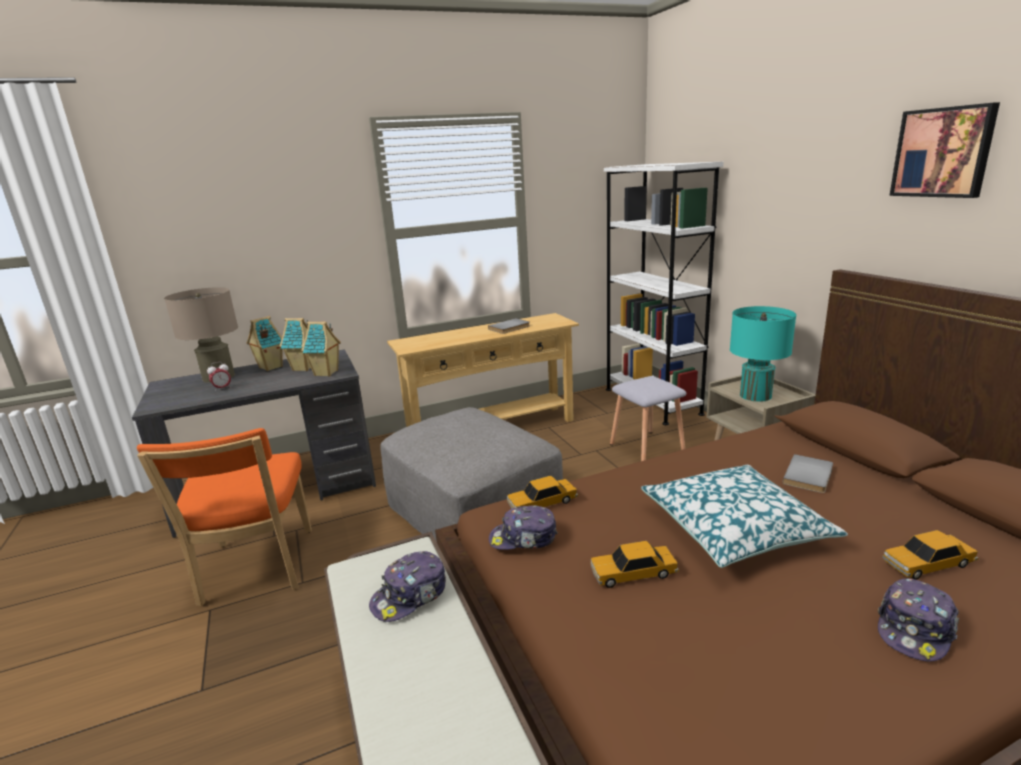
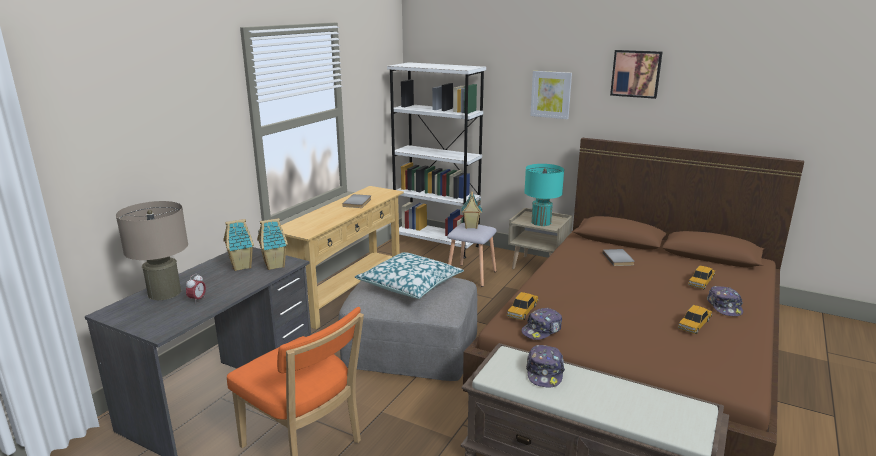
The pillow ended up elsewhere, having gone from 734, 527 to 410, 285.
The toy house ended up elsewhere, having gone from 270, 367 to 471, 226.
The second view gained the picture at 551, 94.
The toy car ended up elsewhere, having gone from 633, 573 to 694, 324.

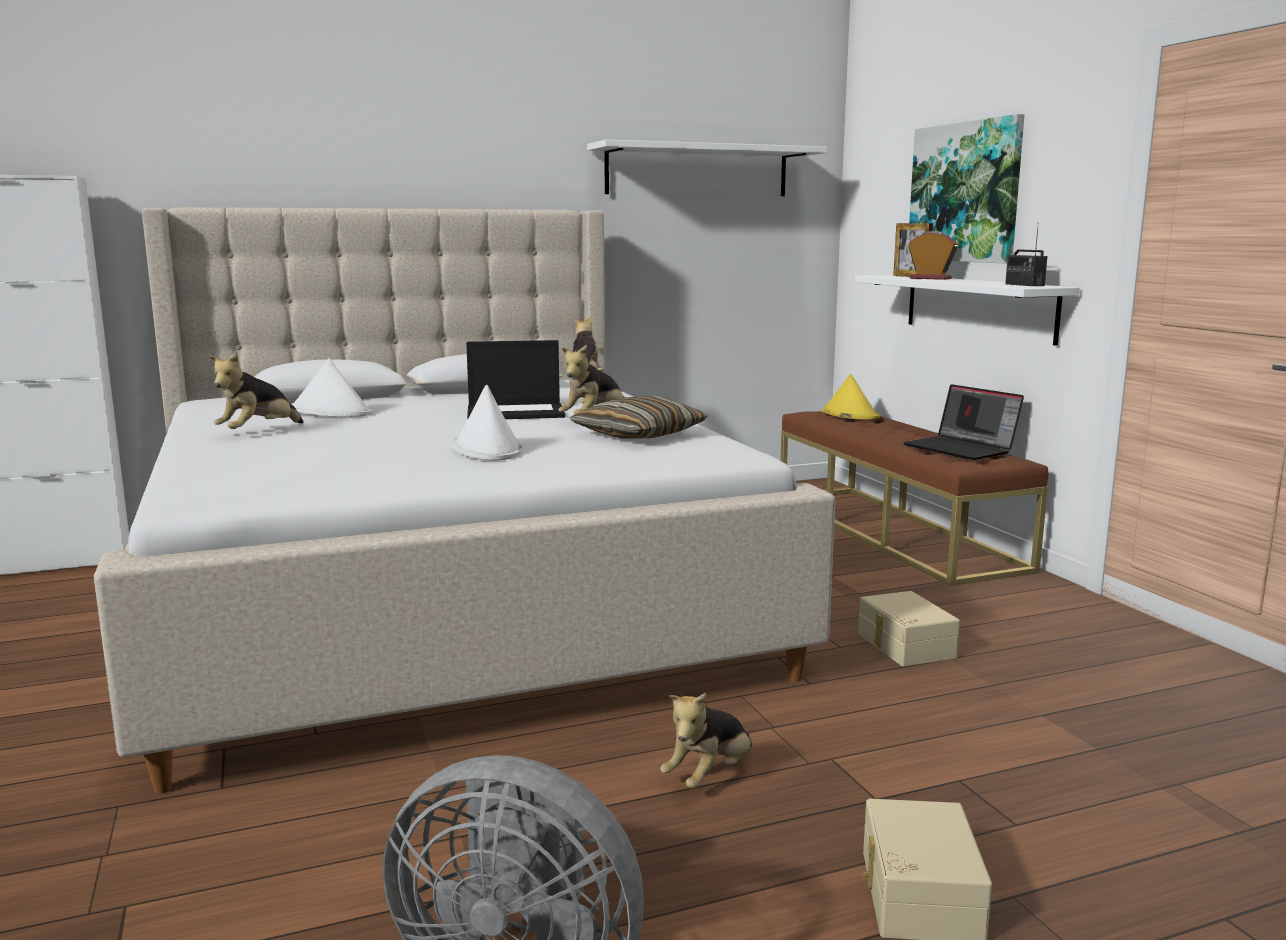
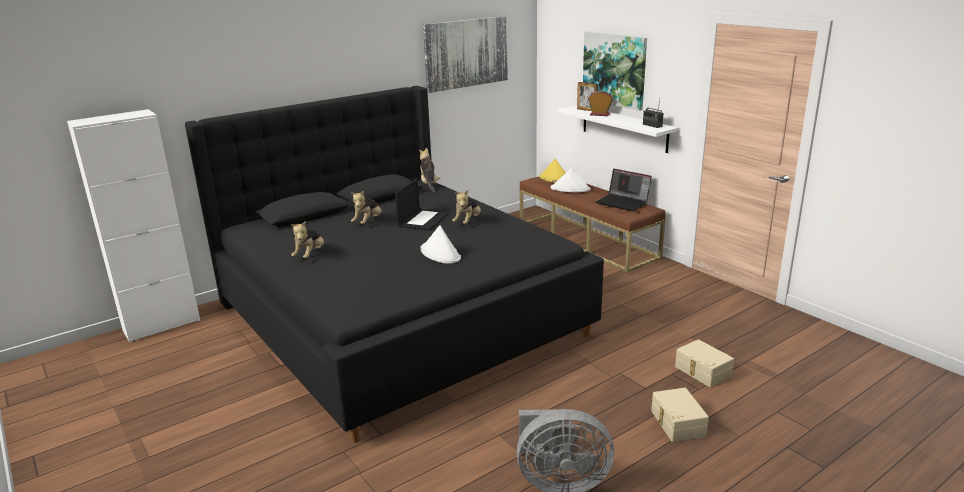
What was the beige bed at 447, 600 turned into the black bed at 398, 318.
The plush toy ended up elsewhere, having gone from 709, 776 to 368, 222.
The laptop at 516, 412 ended up facing another way, 45 degrees counterclockwise from before.
Where the white shelf hung at 697, 171, the picture came to hang at 466, 53.
The white hat ended up elsewhere, having gone from 331, 412 to 570, 189.
The beige storage box ended up elsewhere, having gone from 904, 646 to 702, 372.
The second view lost the pillow at 639, 435.

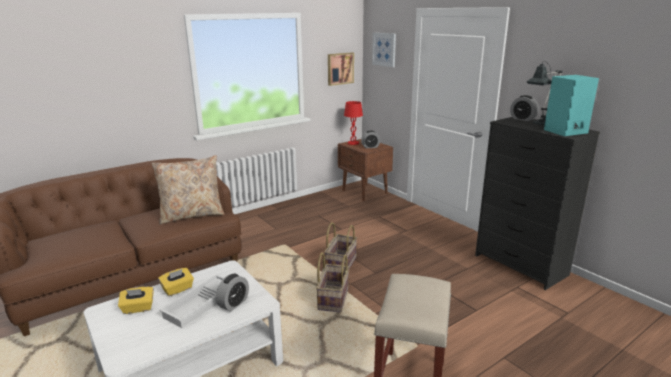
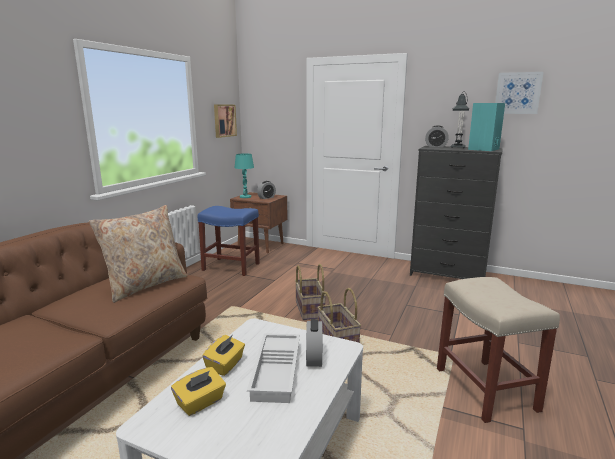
The second view gained the blue stool at 232, 267.
What was the red table lamp at 353, 143 turned into the turquoise table lamp at 245, 197.
The picture ended up elsewhere, having gone from 384, 49 to 517, 93.

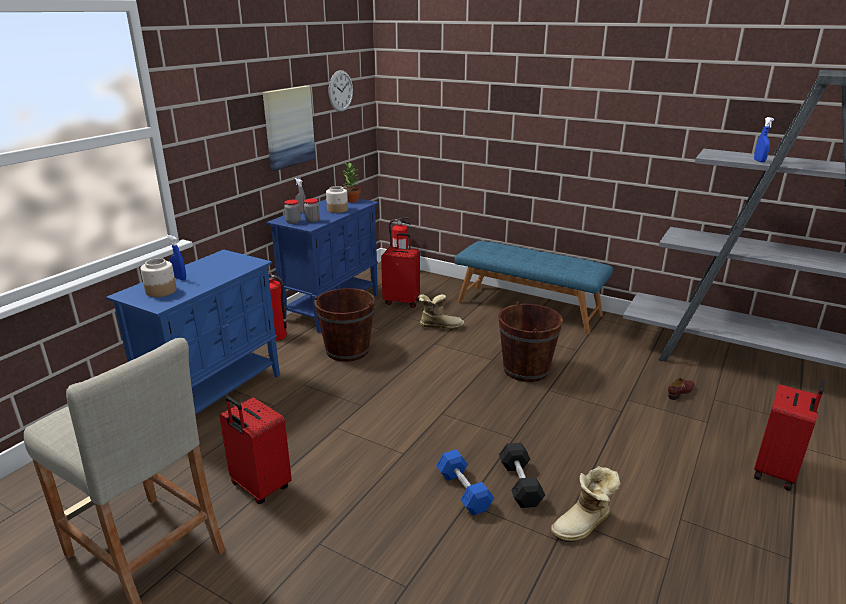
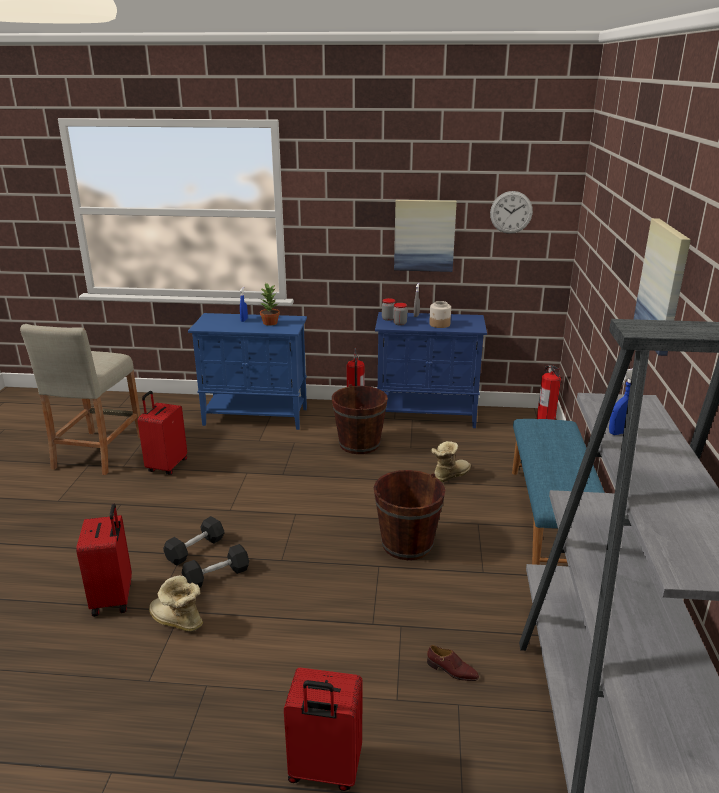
The red suitcase ended up elsewhere, having gone from 402, 301 to 114, 598.
What was the blue dumbbell at 463, 491 turned into the black dumbbell at 195, 549.
The potted plant ended up elsewhere, having gone from 351, 200 to 270, 323.
The boot at 440, 326 ended up facing another way, 105 degrees counterclockwise from before.
The second view gained the picture at 663, 285.
The second view lost the jar at 160, 291.

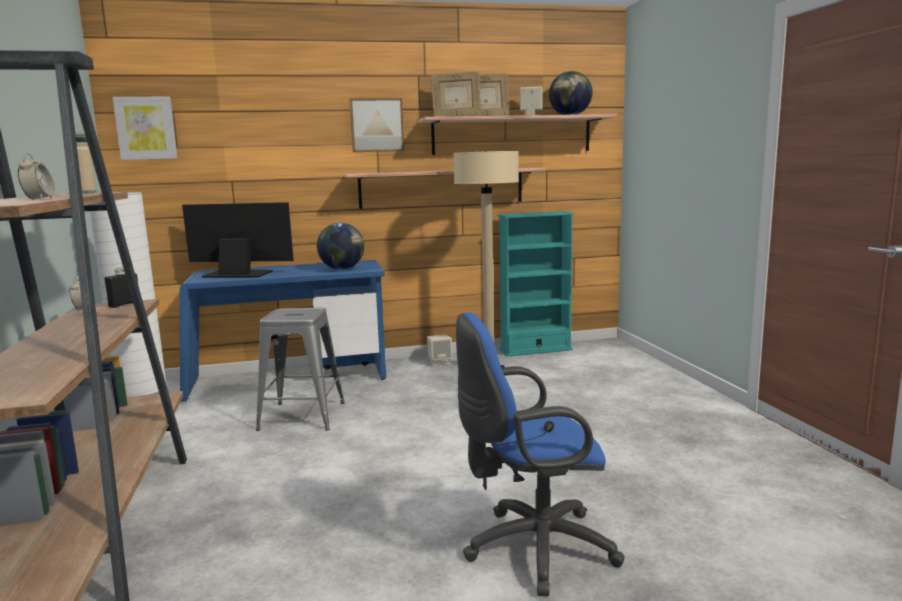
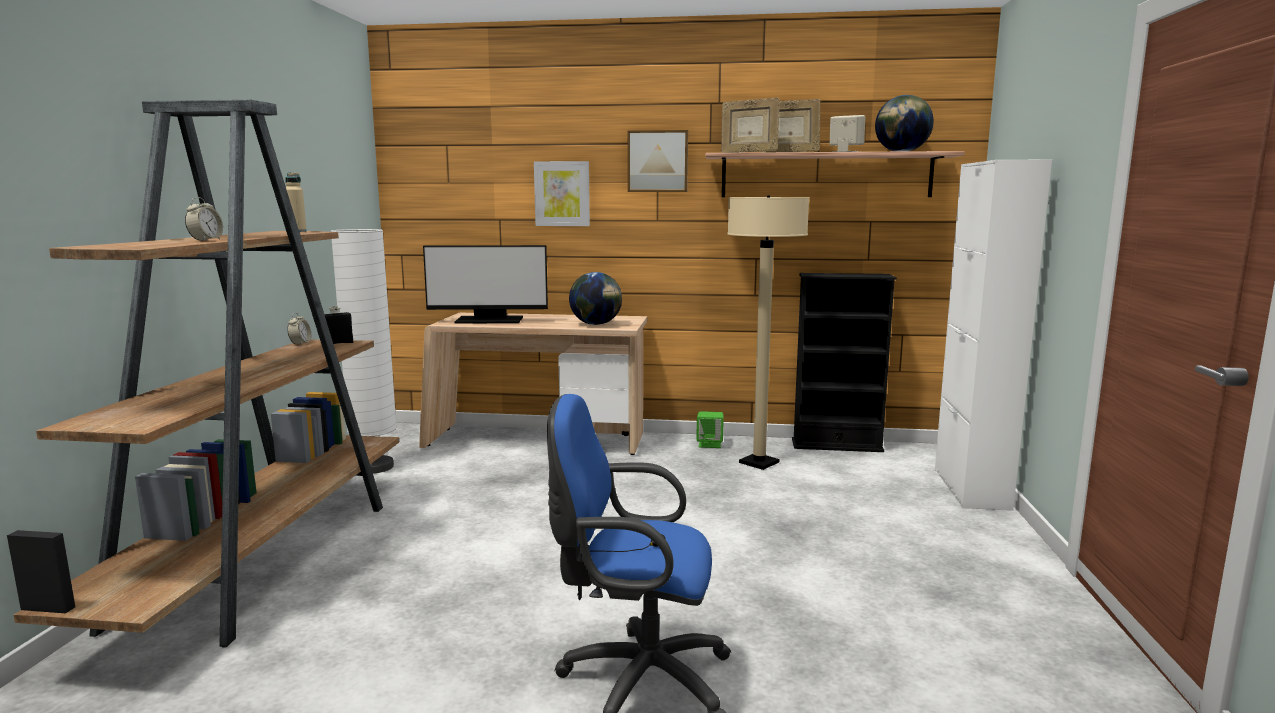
What was the blue desk at 289, 380 turned into the beige desk at 537, 441.
The monitor at 238, 274 ended up facing another way, 150 degrees clockwise from before.
The picture ended up elsewhere, having gone from 146, 128 to 562, 194.
What was the beige speaker at 440, 362 turned into the green speaker at 710, 444.
What was the turquoise bookcase at 535, 350 turned into the black bookcase at 836, 445.
The second view gained the white cabinet at 971, 489.
The second view lost the grey stool at 303, 416.
The second view lost the shelf at 442, 188.

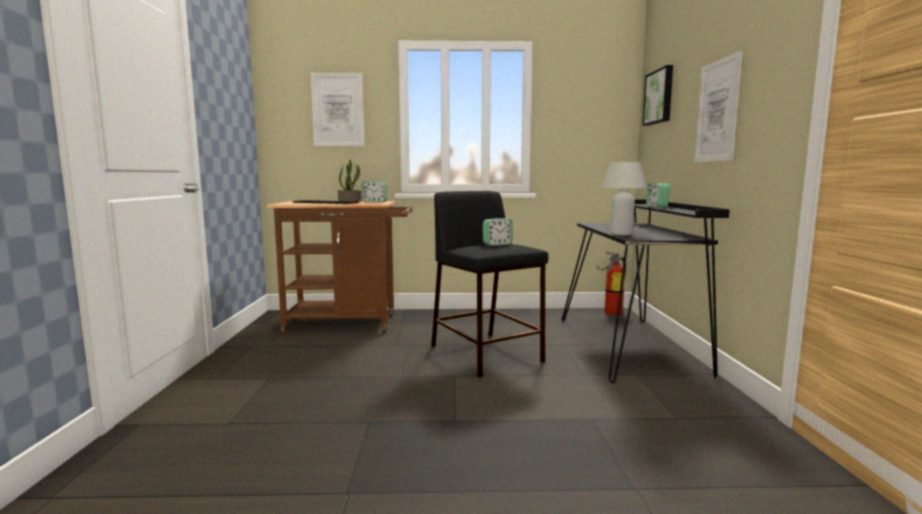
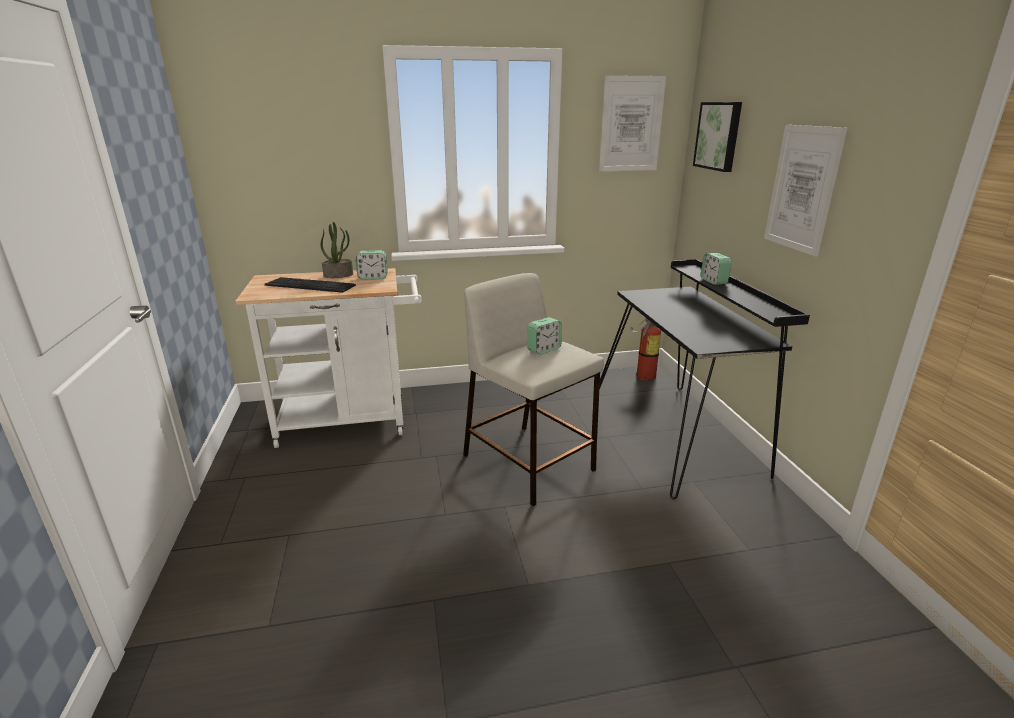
What was the brown cart at 348, 323 turned into the white cart at 352, 421.
What was the black stool at 487, 354 turned into the beige stool at 529, 463.
The picture ended up elsewhere, having gone from 338, 110 to 631, 124.
The second view lost the white table lamp at 621, 234.

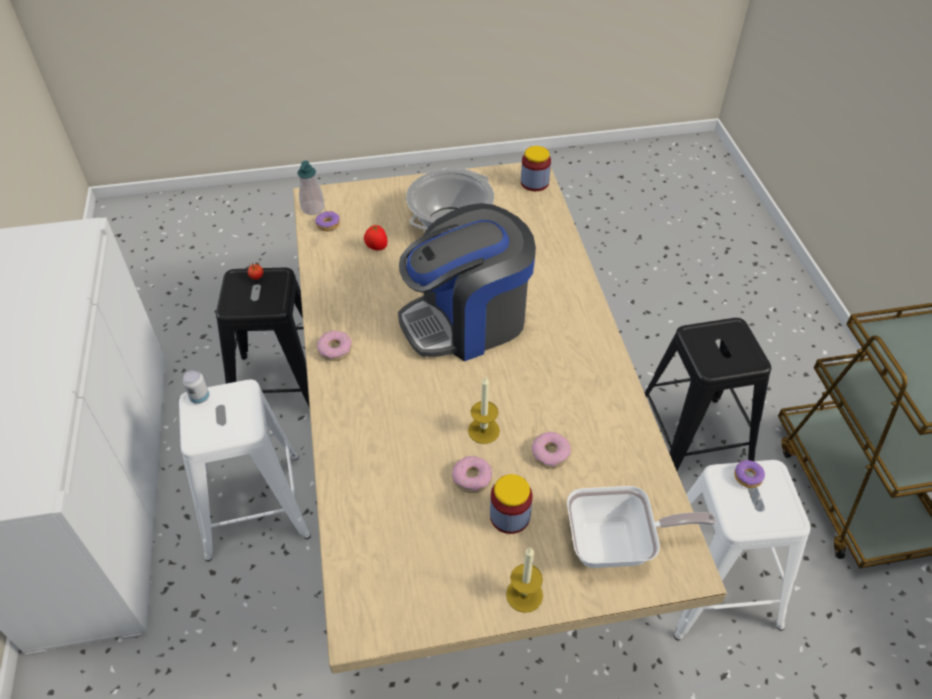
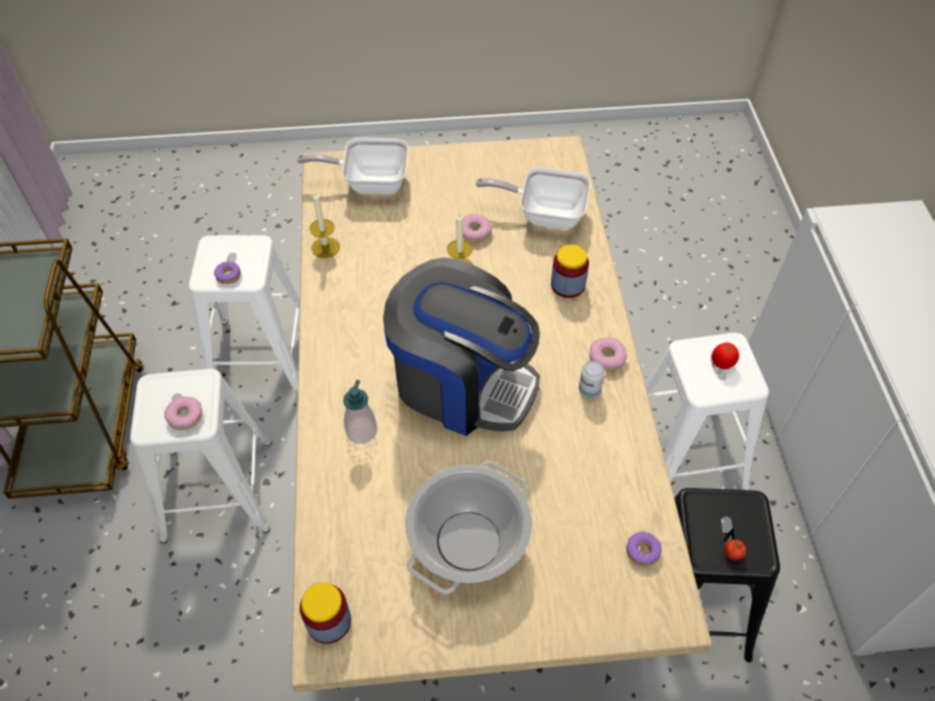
What was the black stool at 692, 442 turned into the white stool at 216, 488.
The donut ended up elsewhere, having gone from 550, 453 to 185, 416.
The candle ended up elsewhere, having gone from 524, 595 to 325, 247.
The soap dispenser ended up elsewhere, having gone from 313, 208 to 361, 431.
The coffee machine at 467, 320 ended up facing another way, 45 degrees clockwise from before.
The second view gained the frying pan at 544, 214.
The jar ended up elsewhere, having gone from 509, 516 to 567, 285.
The can ended up elsewhere, having gone from 200, 397 to 589, 390.
The tomato ended up elsewhere, having gone from 376, 248 to 722, 364.

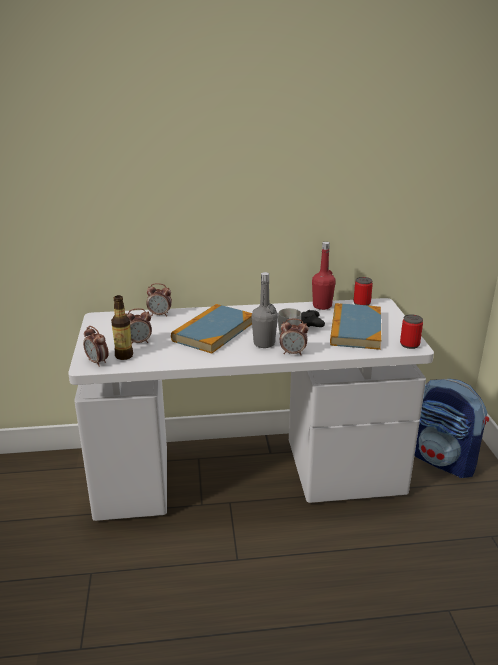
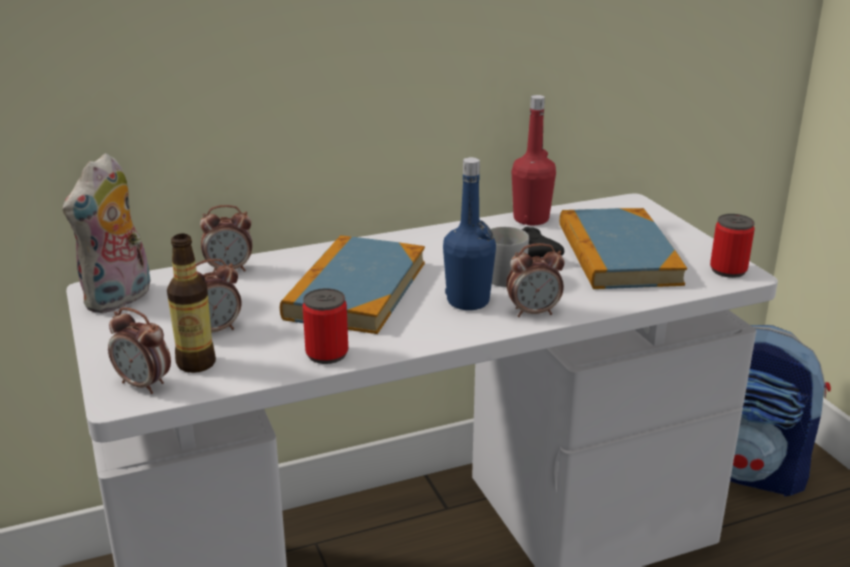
The second view gained the plush toy at 119, 299.
The can ended up elsewhere, having gone from 361, 303 to 327, 354.
What was the grey bottle at 264, 343 turned into the blue bottle at 468, 301.

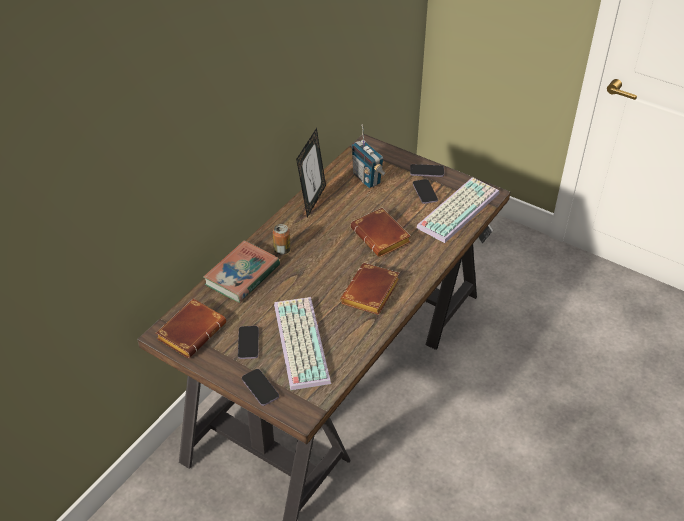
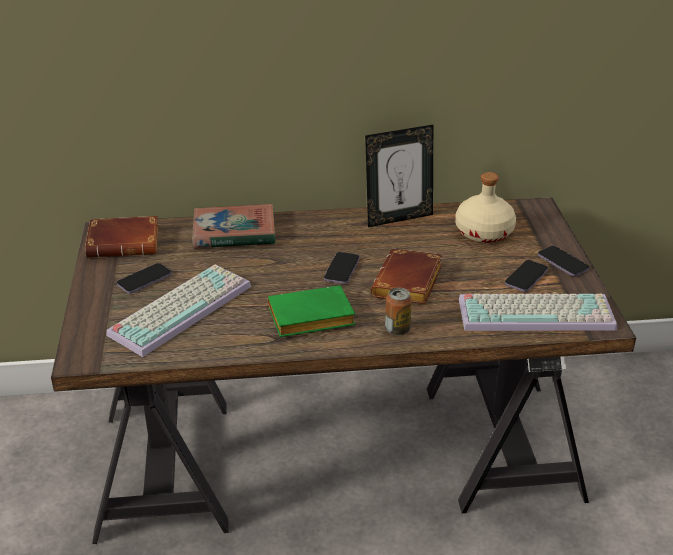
What was the brown book at 371, 294 turned into the green book at 309, 319.
The phone ended up elsewhere, having gone from 260, 388 to 342, 269.
The can ended up elsewhere, having gone from 282, 250 to 397, 329.
Where the radio stood at 367, 179, the beige bottle came to stand at 484, 232.

